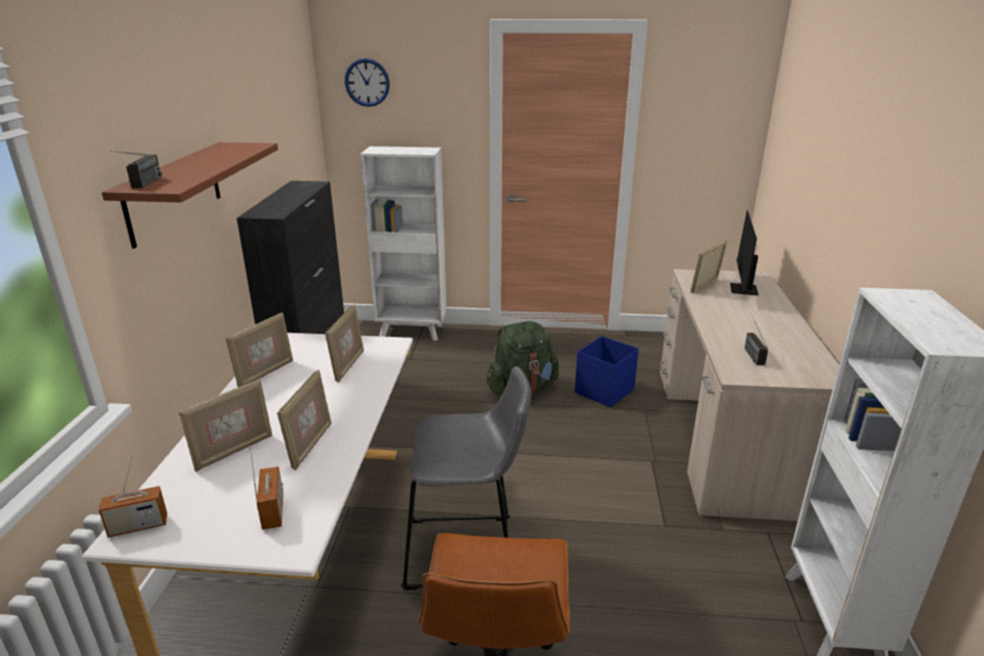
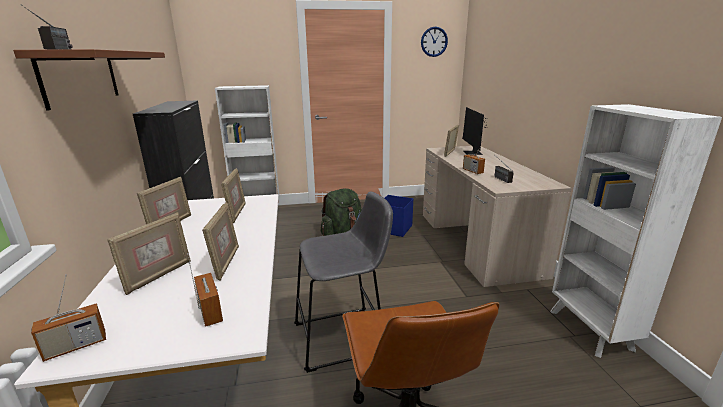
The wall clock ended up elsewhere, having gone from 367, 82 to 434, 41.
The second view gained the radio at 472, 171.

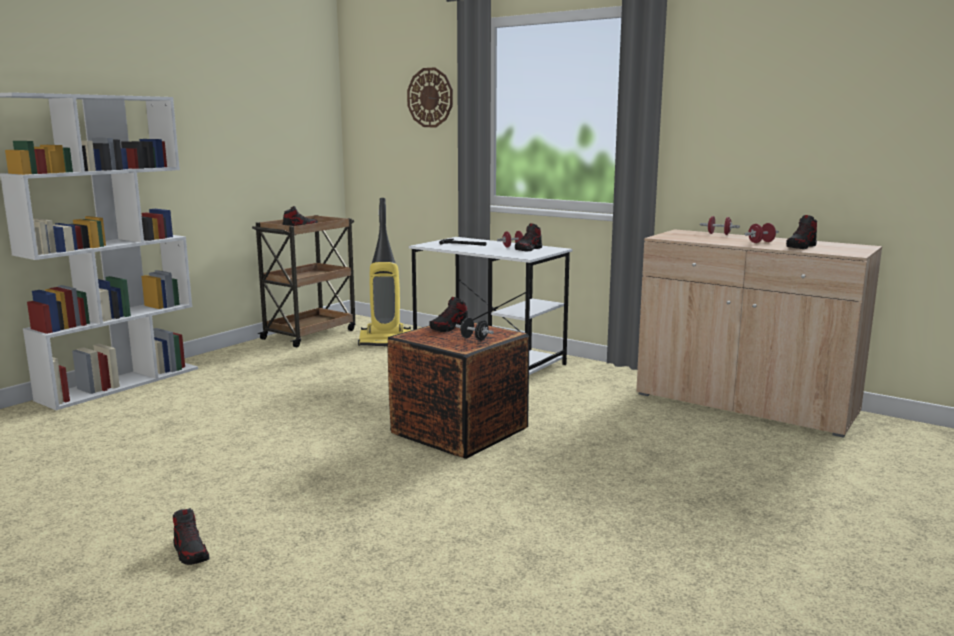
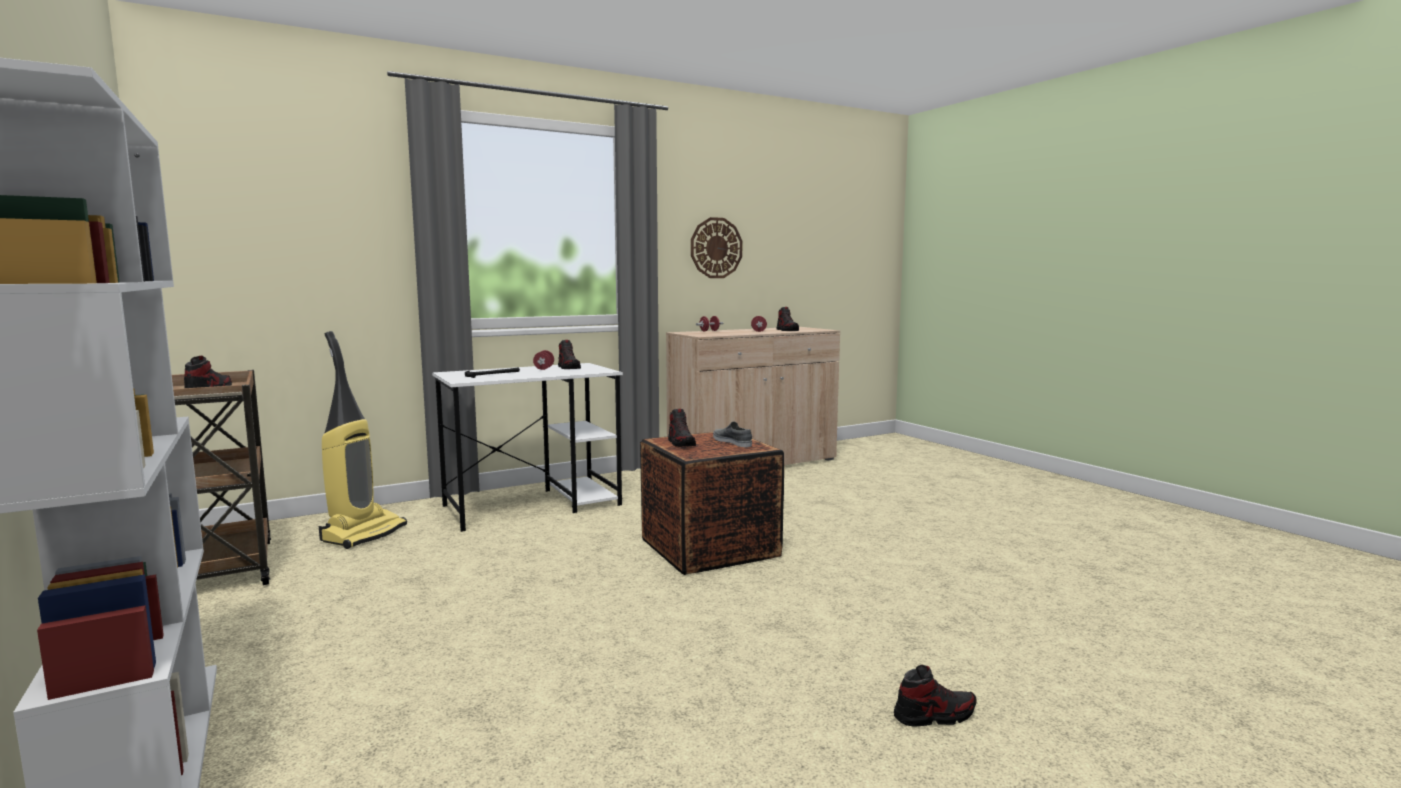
The wall clock ended up elsewhere, having gone from 430, 97 to 716, 248.
Where the black dumbbell stood at 474, 339, the grey shoe came to stand at 732, 442.

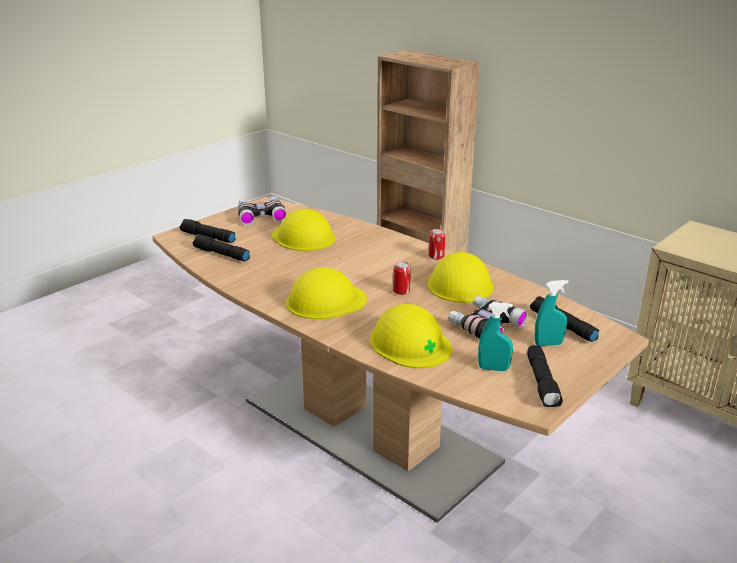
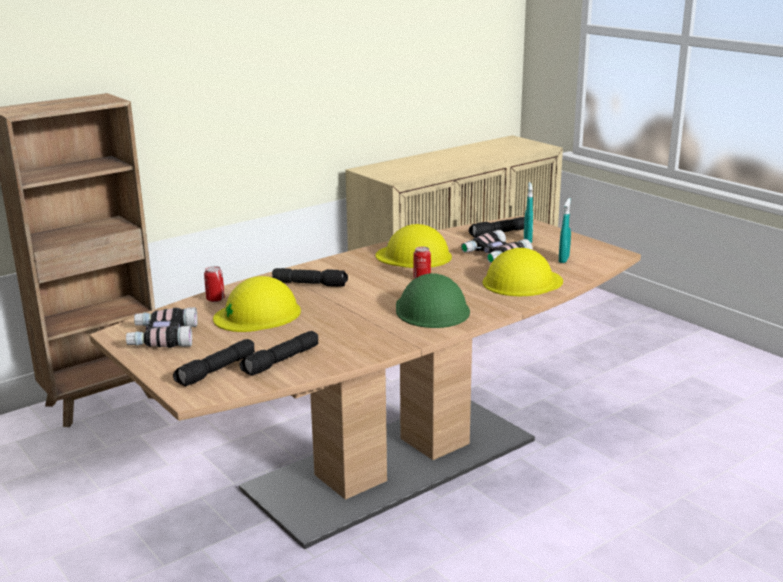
The can ended up elsewhere, having gone from 436, 257 to 215, 299.
The black flashlight ended up elsewhere, having gone from 543, 383 to 310, 284.
What was the yellow hard hat at 325, 301 turned into the green hard hat at 431, 310.

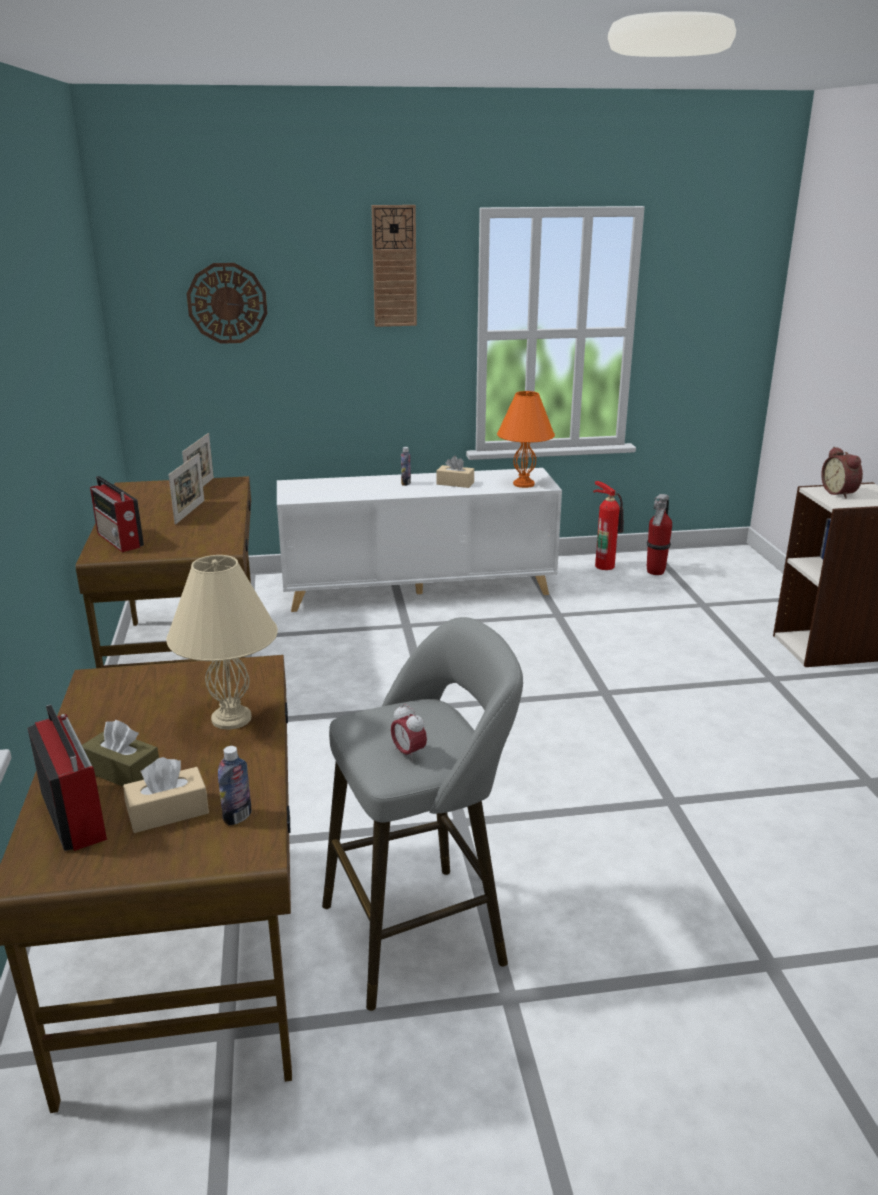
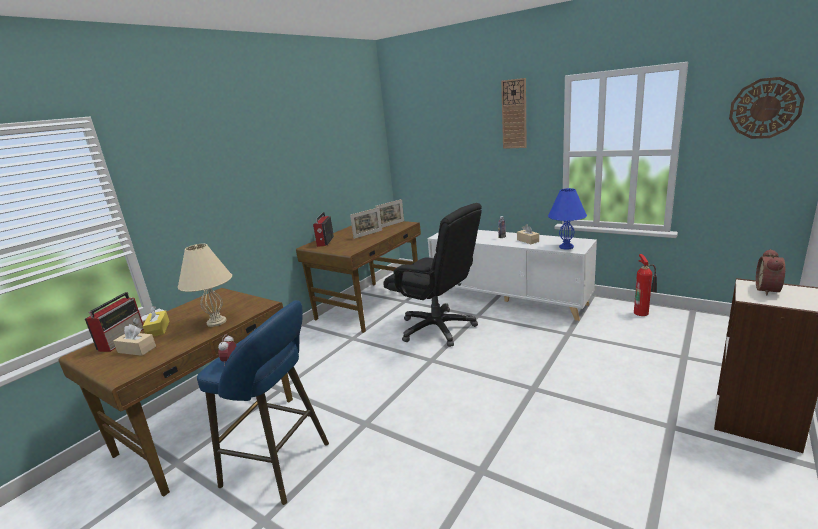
What was the brown tissue box at 122, 772 turned into the yellow tissue box at 158, 329.
What was the grey stool at 423, 930 turned into the blue stool at 281, 465.
The second view gained the black office chair at 438, 328.
What was the orange table lamp at 523, 484 turned into the blue table lamp at 566, 247.
The wall clock ended up elsewhere, having gone from 227, 303 to 765, 108.
The second view lost the bottle at 237, 817.
The second view lost the fire extinguisher at 655, 572.

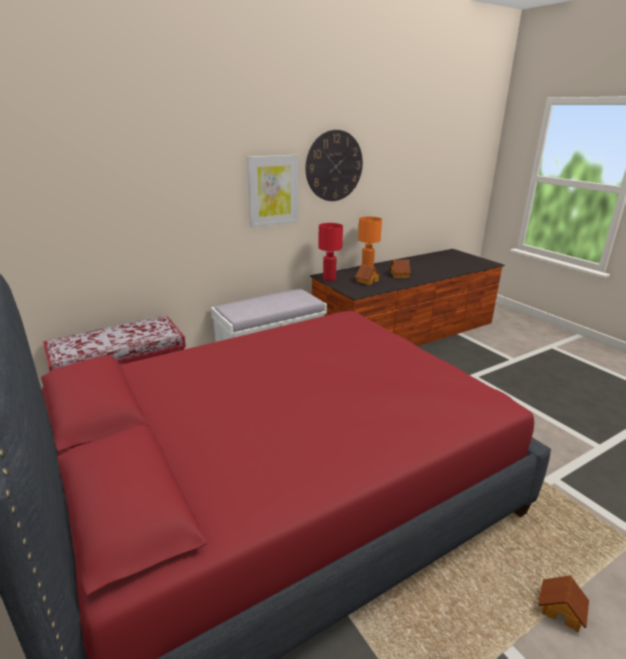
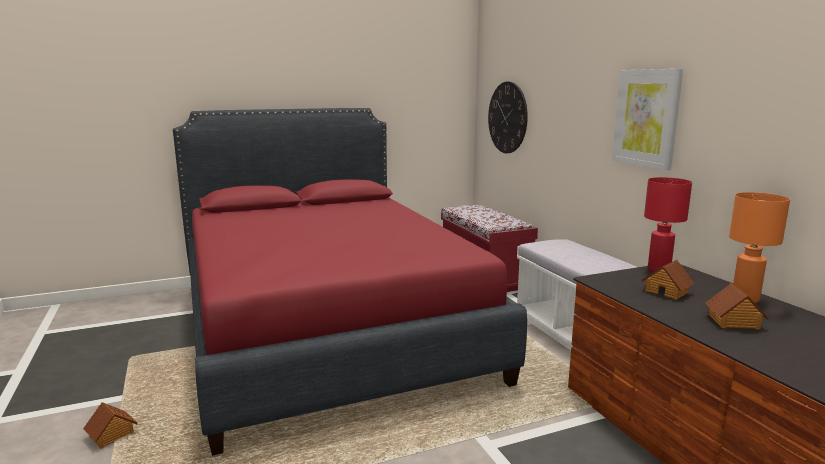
The wall clock ended up elsewhere, having gone from 334, 166 to 507, 117.

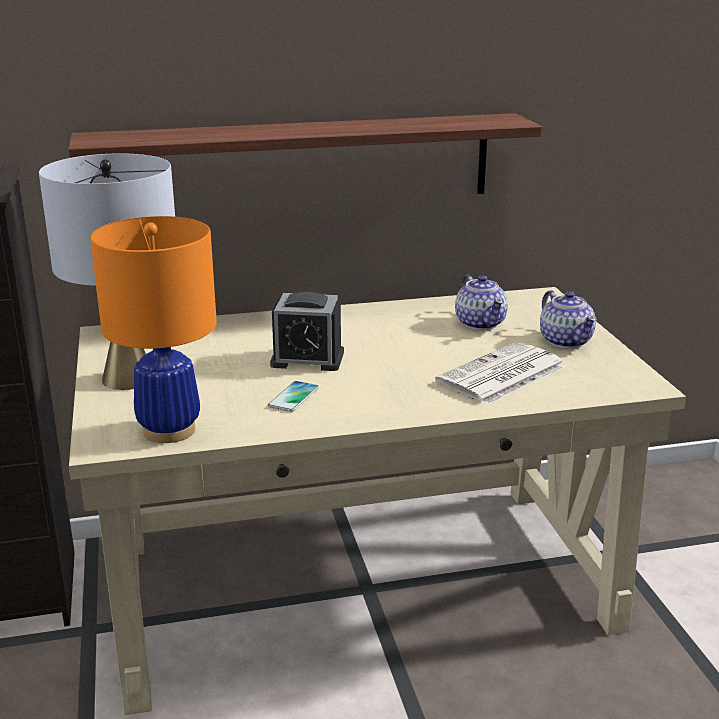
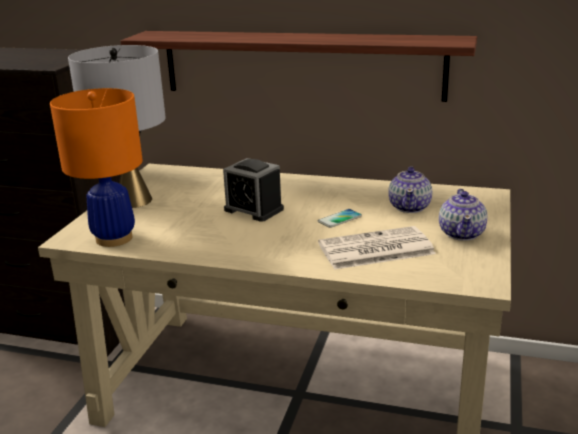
The phone ended up elsewhere, having gone from 293, 397 to 339, 219.

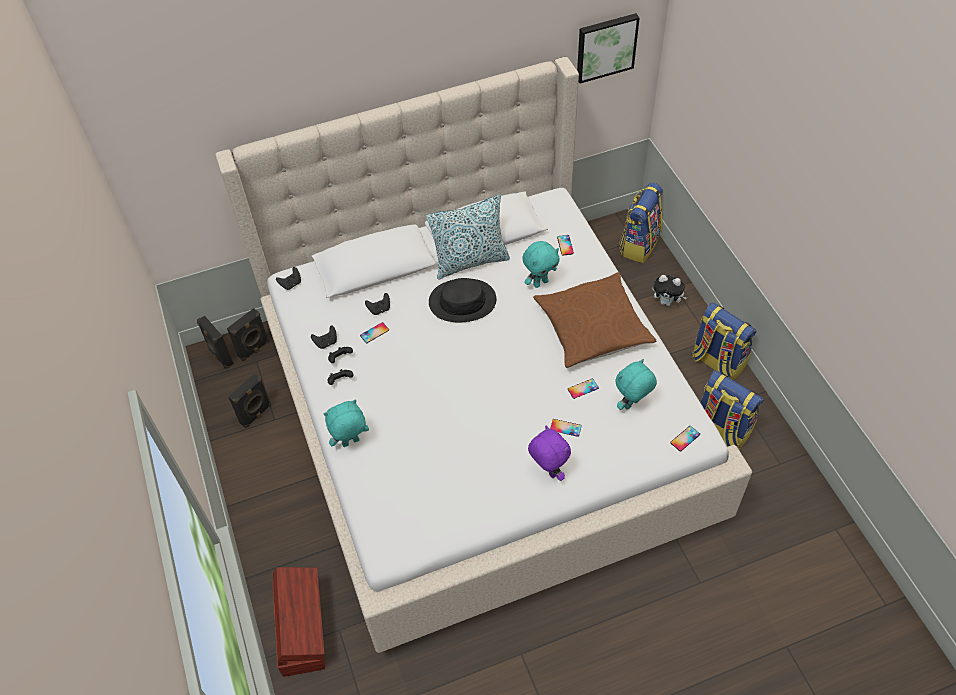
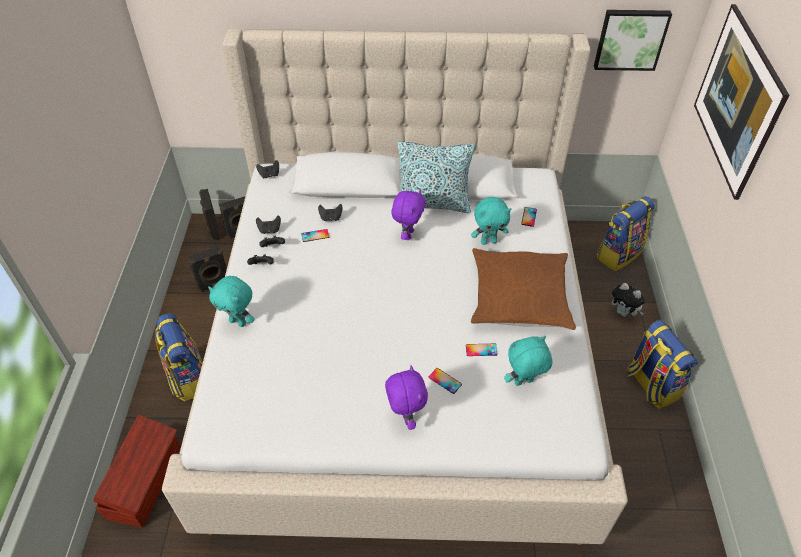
The backpack ended up elsewhere, having gone from 721, 429 to 188, 378.
The turquoise plush toy at 350, 443 ended up facing another way, 150 degrees counterclockwise from before.
Where the black hat stood at 462, 301, the purple plush toy came to stand at 407, 234.
The second view gained the picture at 726, 125.
The second view lost the phone at 685, 438.

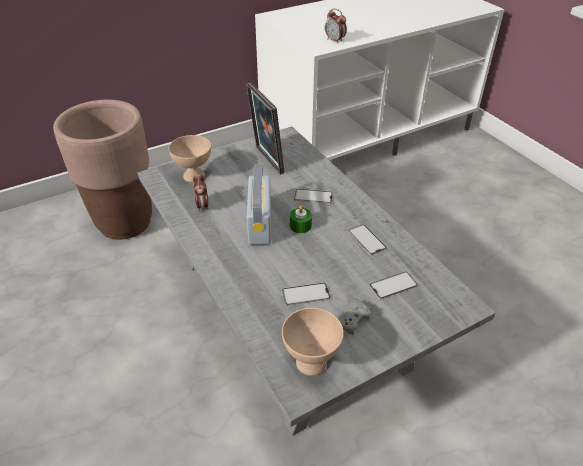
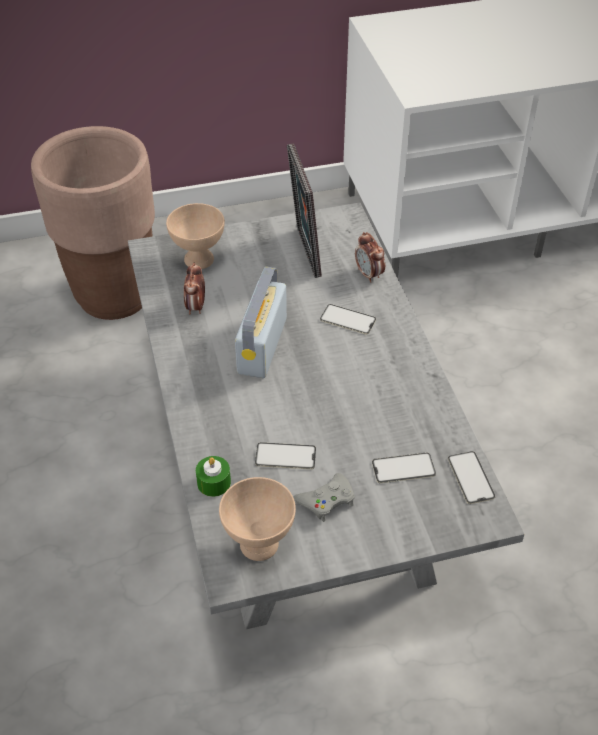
The green candle ended up elsewhere, having gone from 300, 226 to 214, 482.
The alarm clock ended up elsewhere, having gone from 335, 40 to 369, 274.
The phone ended up elsewhere, having gone from 366, 240 to 471, 477.

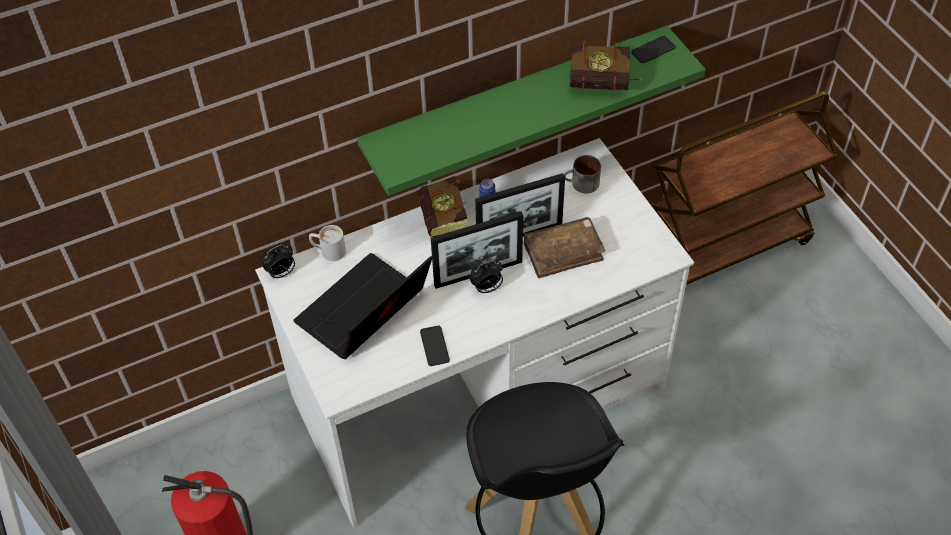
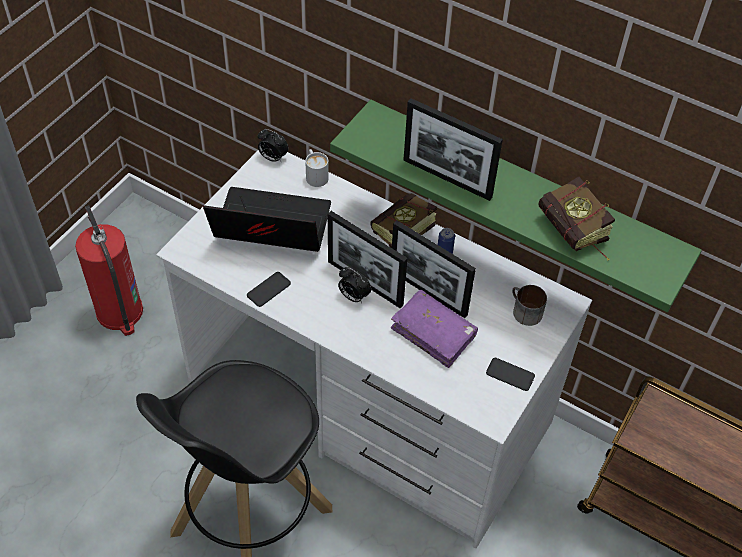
What was the brown book at 563, 252 turned into the purple book at 433, 333.
The second view gained the picture frame at 447, 178.
The phone ended up elsewhere, having gone from 653, 50 to 510, 374.

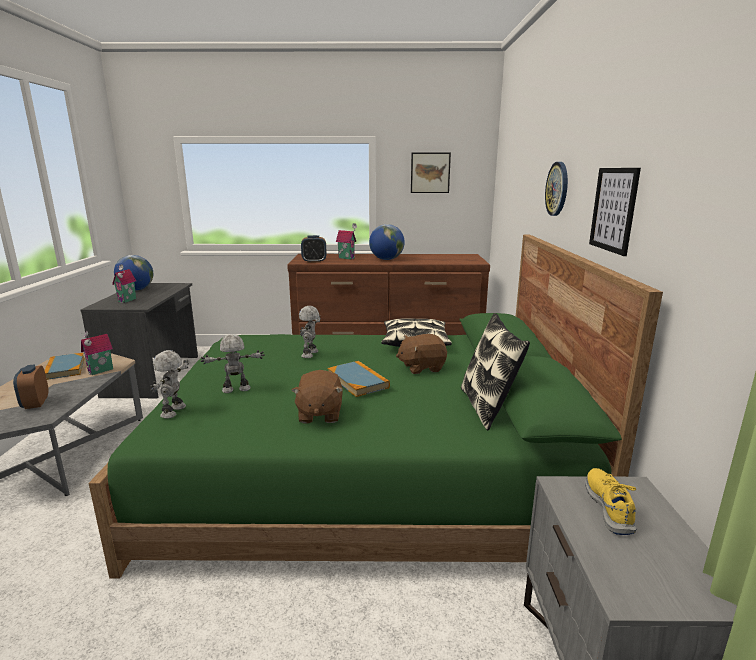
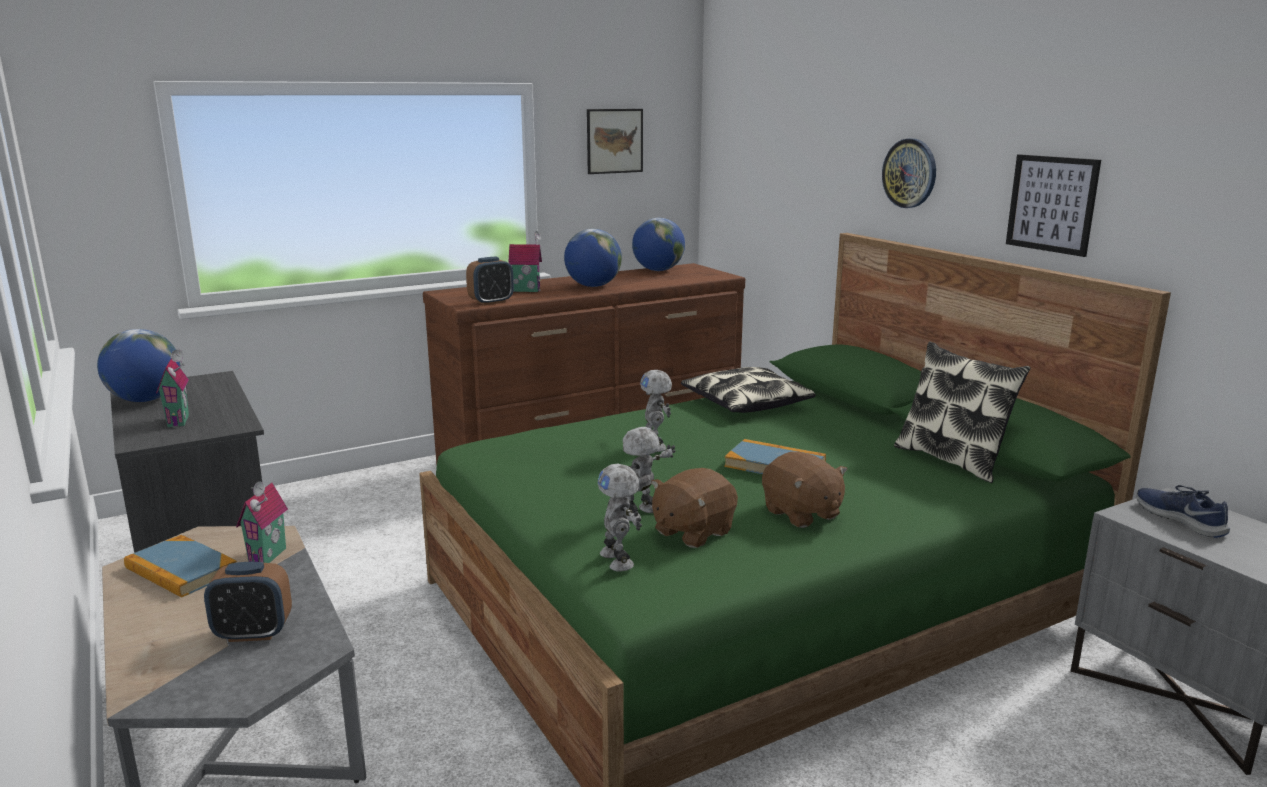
The alarm clock at 35, 403 ended up facing another way, 45 degrees counterclockwise from before.
The second view gained the globe at 658, 270.
The brown plush toy ended up elsewhere, having gone from 421, 367 to 692, 532.
What was the yellow shoe at 610, 506 turned into the blue shoe at 1180, 519.

